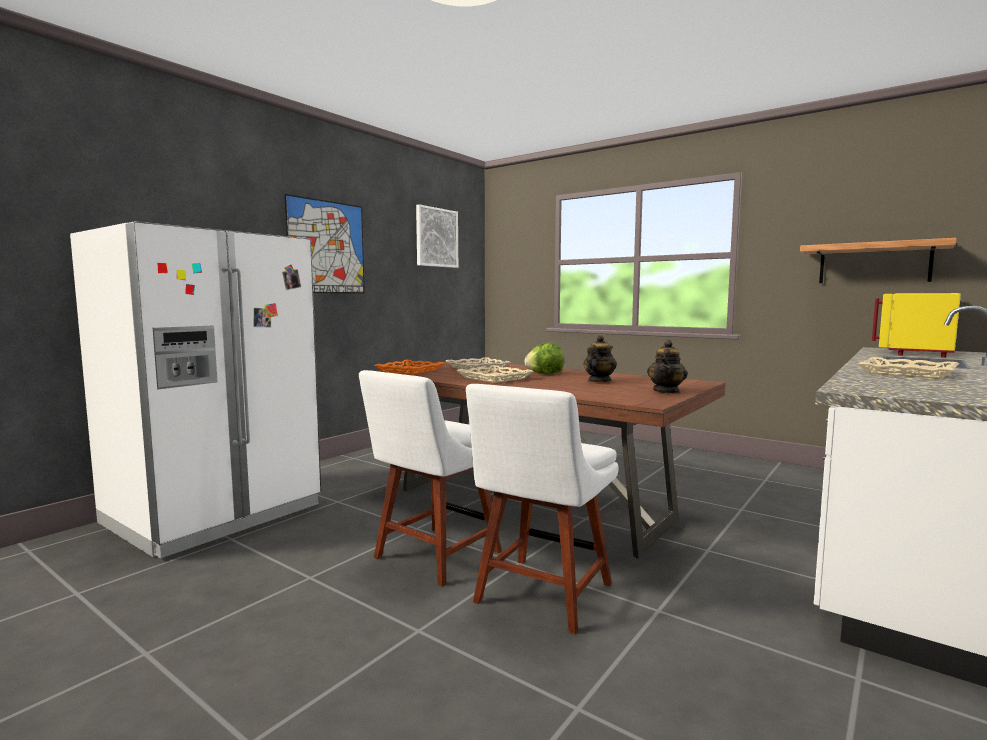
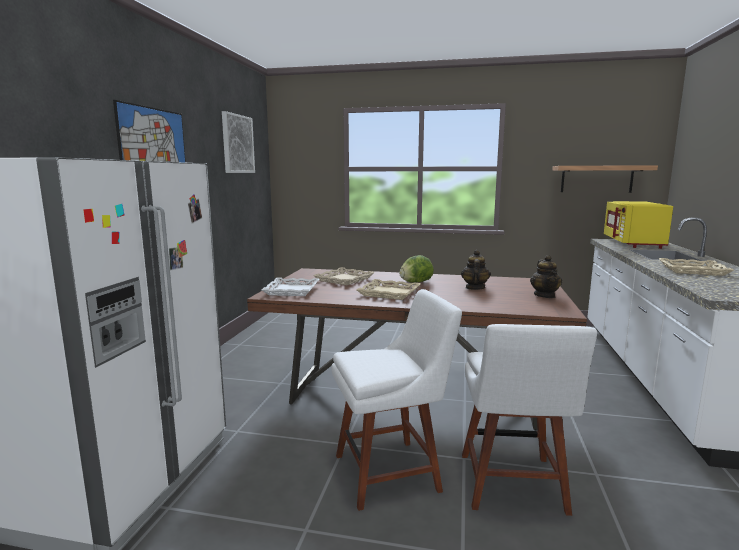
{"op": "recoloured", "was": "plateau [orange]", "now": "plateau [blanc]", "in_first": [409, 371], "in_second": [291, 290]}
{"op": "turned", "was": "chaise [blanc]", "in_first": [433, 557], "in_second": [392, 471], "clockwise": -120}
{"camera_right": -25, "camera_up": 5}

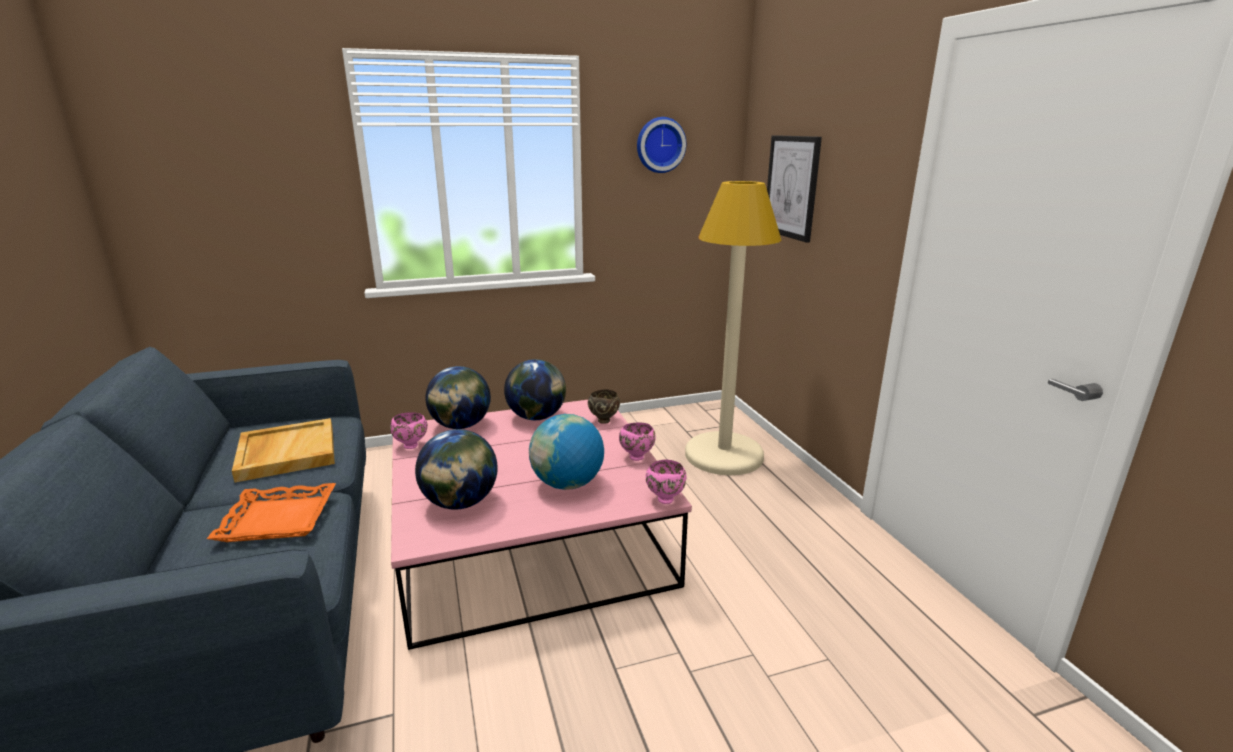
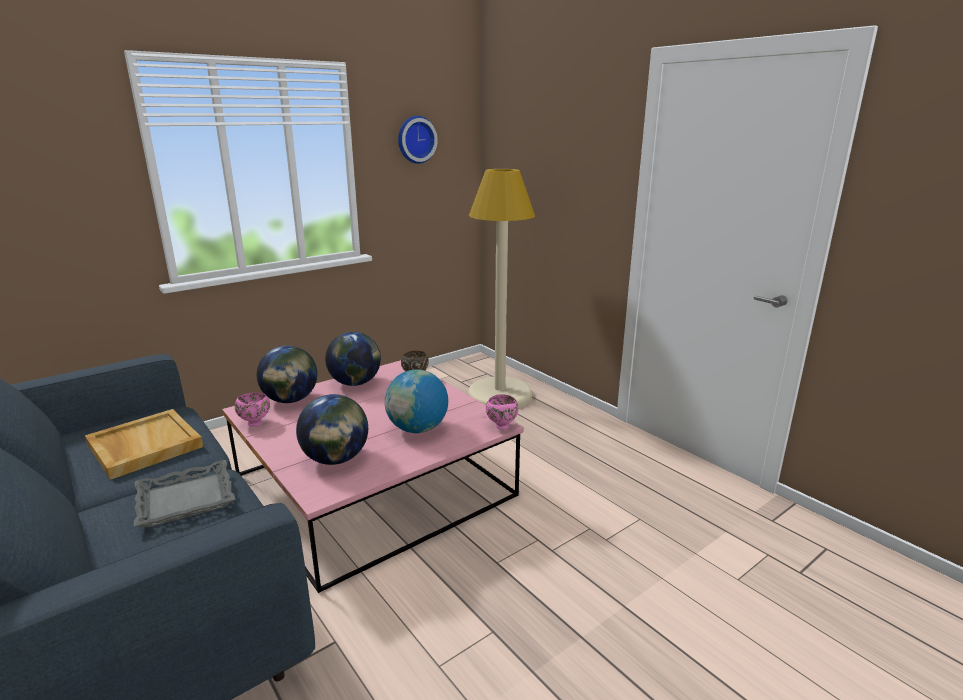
{"op": "removed", "was": "bol [rose]", "in_first": [637, 457]}
{"op": "removed", "was": "tableau", "in_first": [792, 187]}
{"op": "recoloured", "was": "plateau [orange]", "now": "plateau [gris]", "in_first": [279, 519], "in_second": [186, 499]}
{"camera_right": -20, "camera_up": 0}

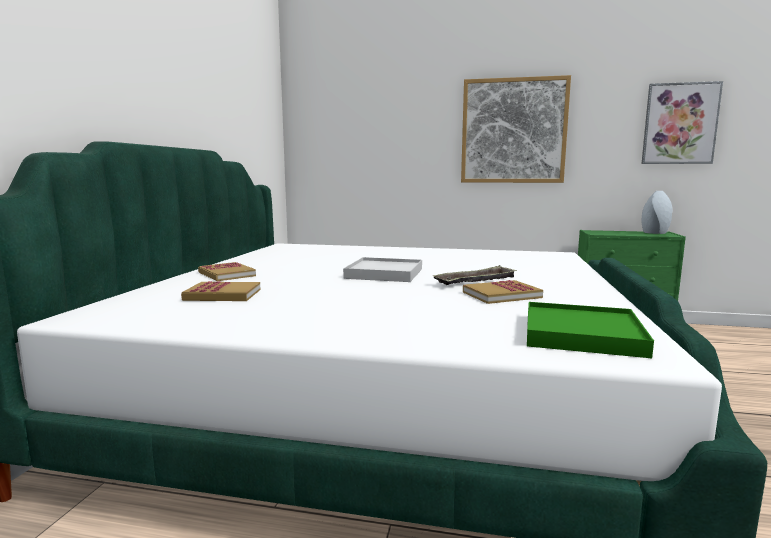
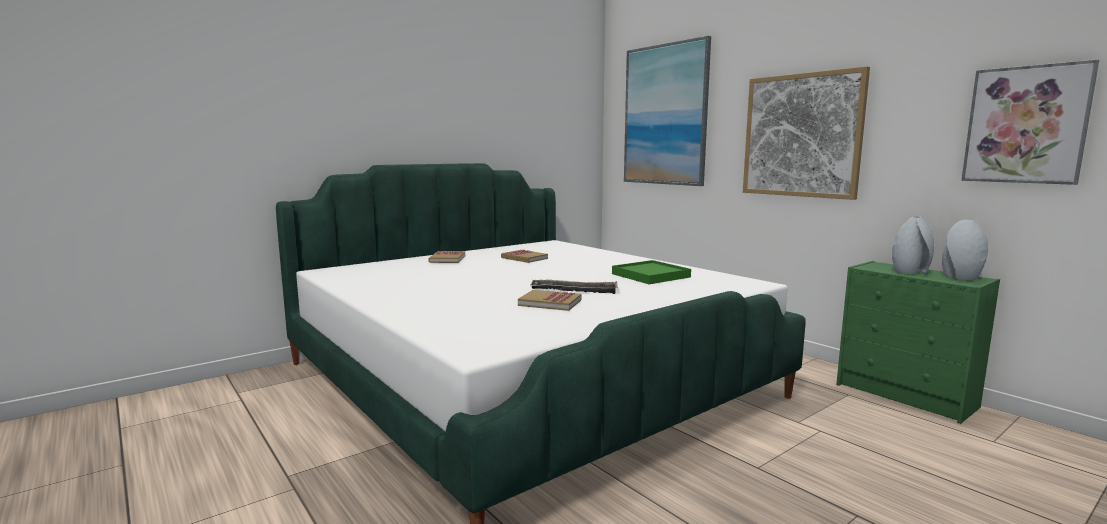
{"op": "removed", "was": "plateau [blanc]", "in_first": [384, 273]}
{"op": "added", "now": "tableau", "in_second": [665, 115]}
{"op": "added", "now": "vase [gris]", "in_second": [911, 272]}
{"op": "moved", "was": "livre", "in_first": [223, 295], "in_second": [524, 258]}
{"op": "moved", "was": "plateau [vert]", "in_first": [582, 334], "in_second": [650, 275]}
{"camera_right": 40, "camera_up": 0}

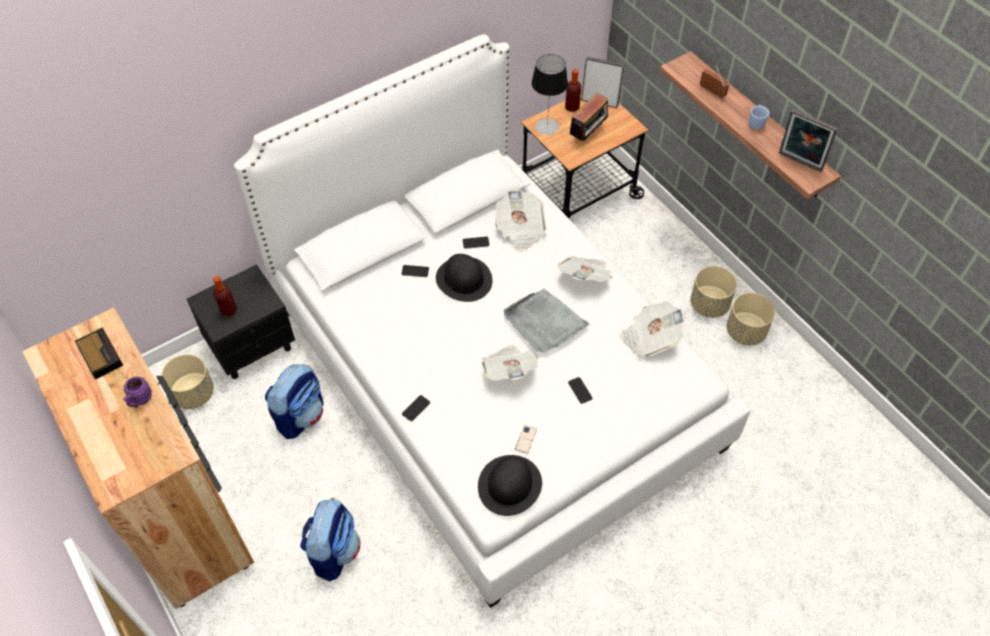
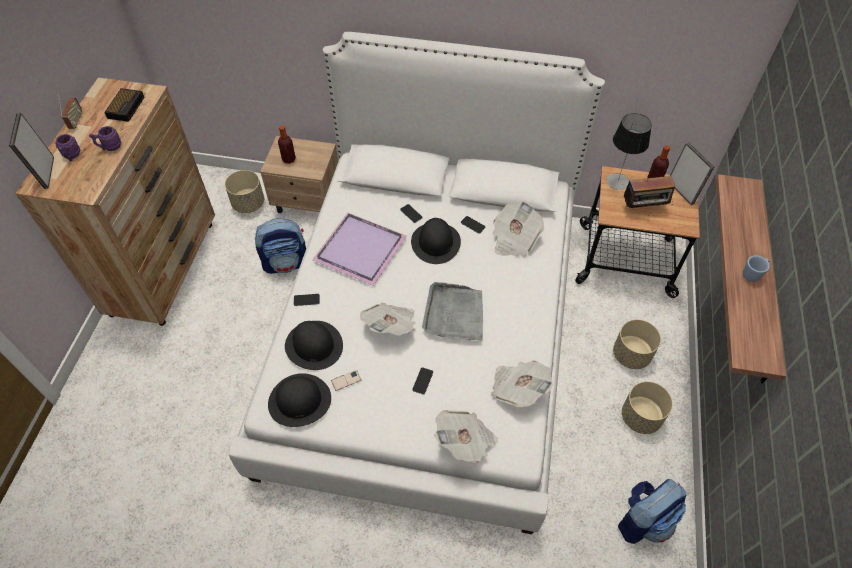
{"op": "added", "now": "mug [violet]", "in_second": [71, 156]}
{"op": "added", "now": "chapeau [noir]", "in_second": [313, 345]}
{"op": "added", "now": "plateau [violet]", "in_second": [362, 249]}
{"op": "moved", "was": "sac à dos", "in_first": [333, 551], "in_second": [643, 520]}
{"op": "moved", "was": "journal", "in_first": [585, 277], "in_second": [465, 441]}
{"op": "moved", "was": "radio", "in_first": [712, 92], "in_second": [76, 121]}
{"op": "moved", "was": "cache-pot [beige]", "in_first": [745, 332], "in_second": [631, 355]}
{"op": "moved", "was": "cadre photo", "in_first": [799, 163], "in_second": [46, 173]}
{"op": "recoloured", "was": "table de chevet [noir]", "now": "table de chevet [beige]", "in_first": [252, 346], "in_second": [308, 201]}
{"camera_right": 45, "camera_up": 0}

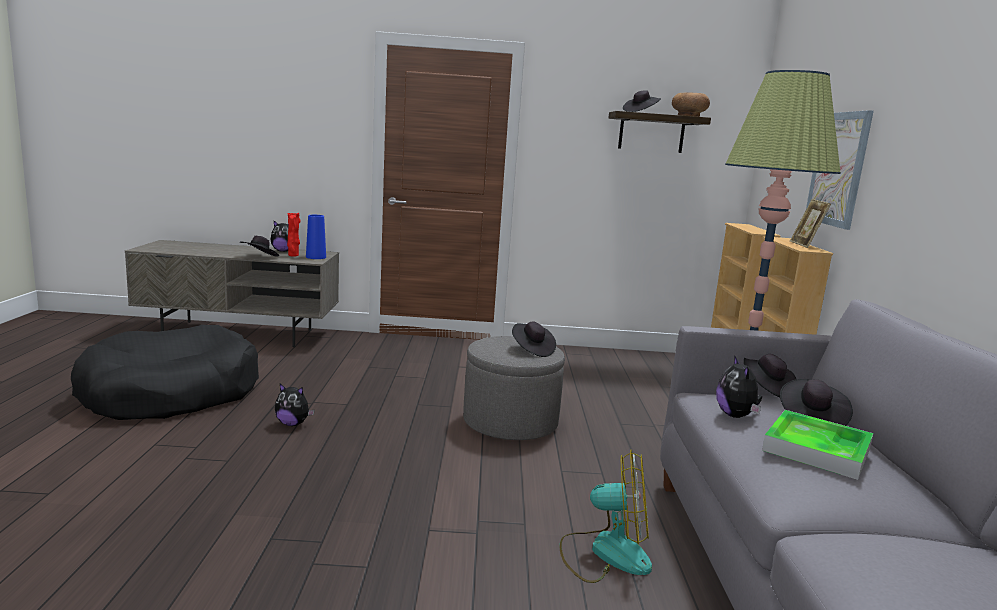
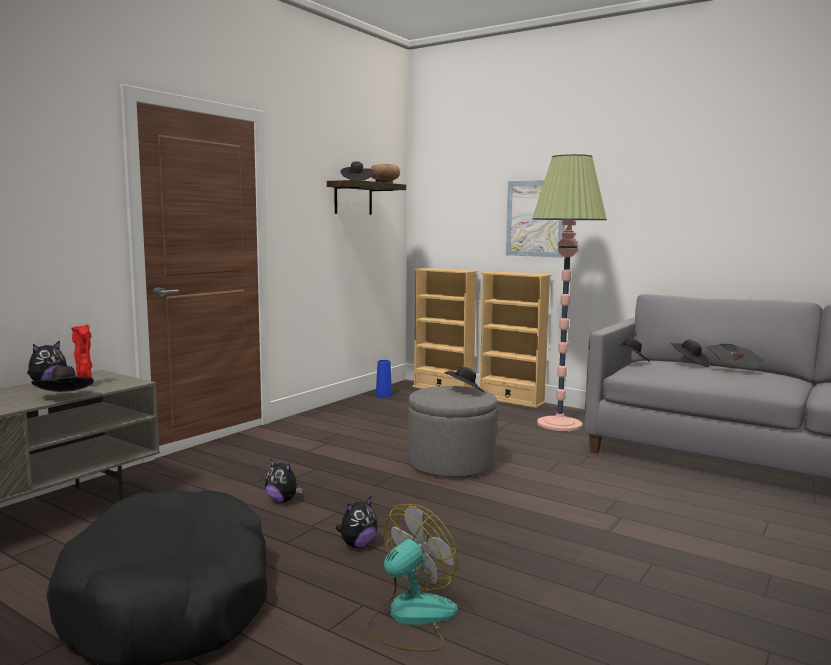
{"op": "removed", "was": "cadre photo", "in_first": [805, 245]}
{"op": "moved", "was": "vase [bleu]", "in_first": [316, 257], "in_second": [383, 395]}
{"op": "moved", "was": "ventilateur", "in_first": [605, 553], "in_second": [410, 618]}
{"op": "moved", "was": "peluche", "in_first": [736, 416], "in_second": [282, 500]}
{"op": "replaced", "was": "plateau", "now": "journal", "in_first": [816, 449], "in_second": [735, 371]}
{"camera_right": -55, "camera_up": -5}

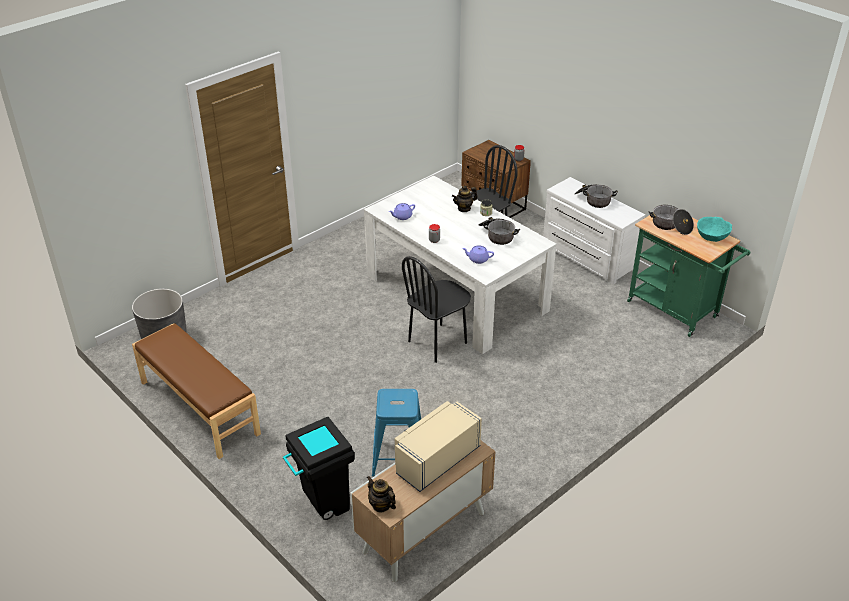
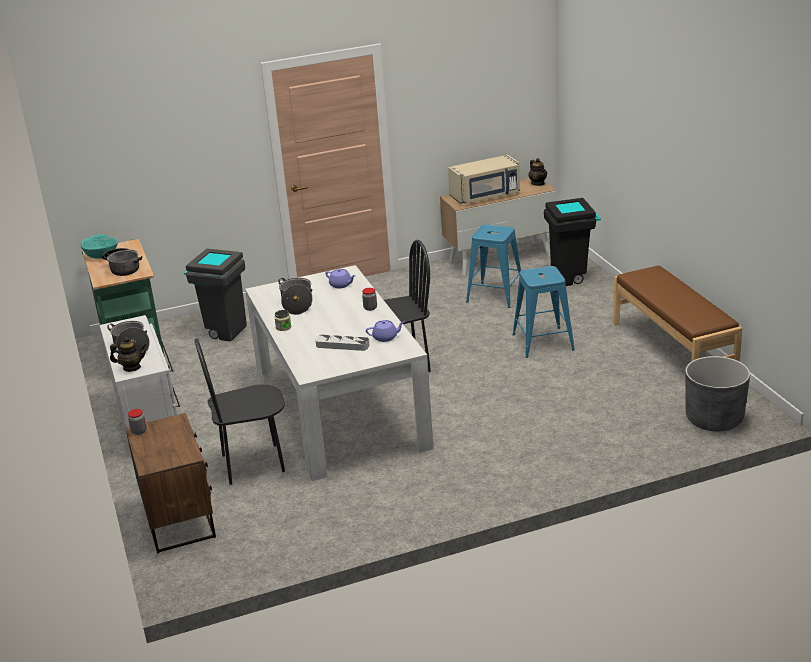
{"op": "added", "now": "poubelle [gris]", "in_second": [223, 332]}
{"op": "added", "now": "plateau [gris]", "in_second": [342, 345]}
{"op": "added", "now": "tabouret [bleu]", "in_second": [542, 342]}
{"op": "moved", "was": "théière", "in_first": [464, 208], "in_second": [131, 368]}
{"camera_right": -155, "camera_up": -10}

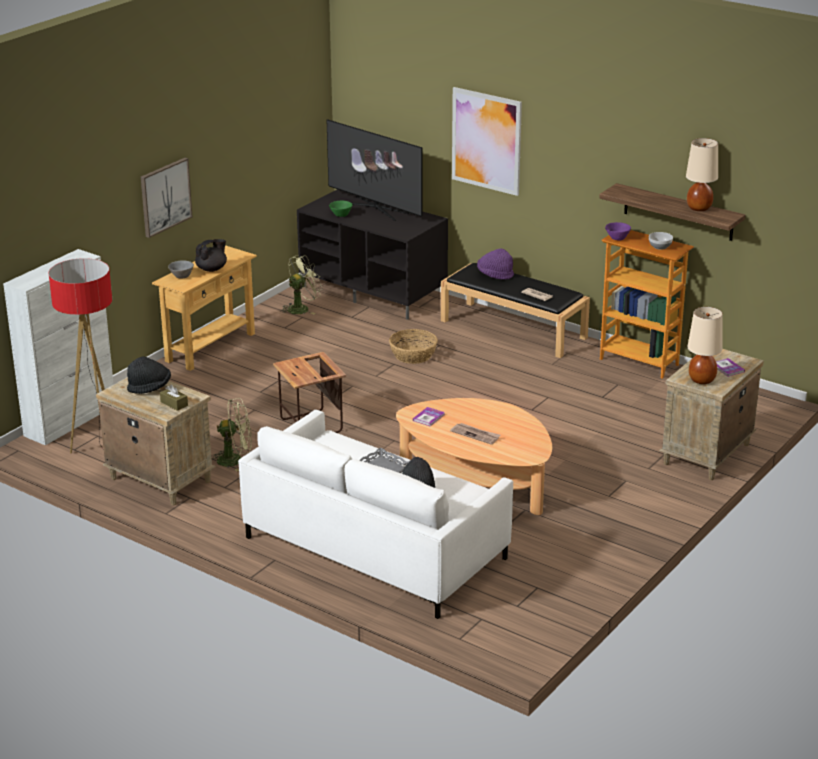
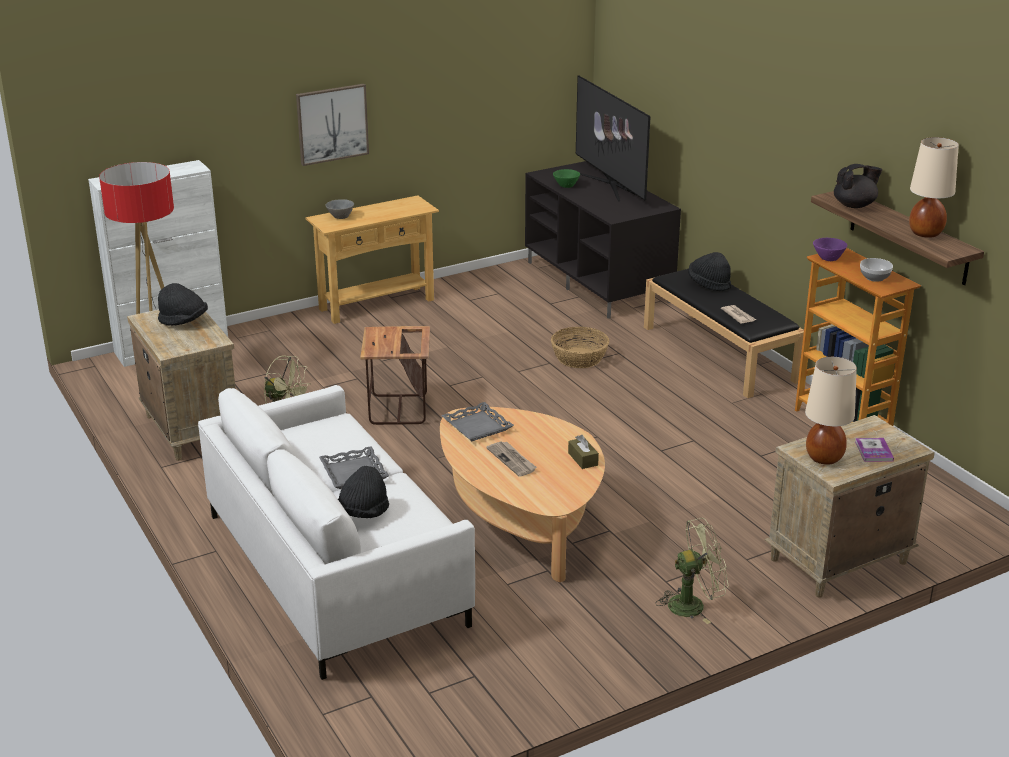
{"op": "removed", "was": "tableau", "in_first": [486, 141]}
{"op": "moved", "was": "boîte à mouchoirs [marron]", "in_first": [174, 404], "in_second": [583, 459]}
{"op": "moved", "was": "théière [noir]", "in_first": [212, 269], "in_second": [855, 205]}
{"op": "moved", "was": "ventilateur [vert]", "in_first": [301, 308], "in_second": [693, 604]}
{"op": "replaced", "was": "livre", "now": "plateau [gris]", "in_first": [428, 417], "in_second": [478, 426]}
{"op": "recoloured", "was": "chapeau [violet]", "now": "chapeau [noir]", "in_first": [495, 275], "in_second": [709, 284]}
{"camera_right": 25, "camera_up": 0}

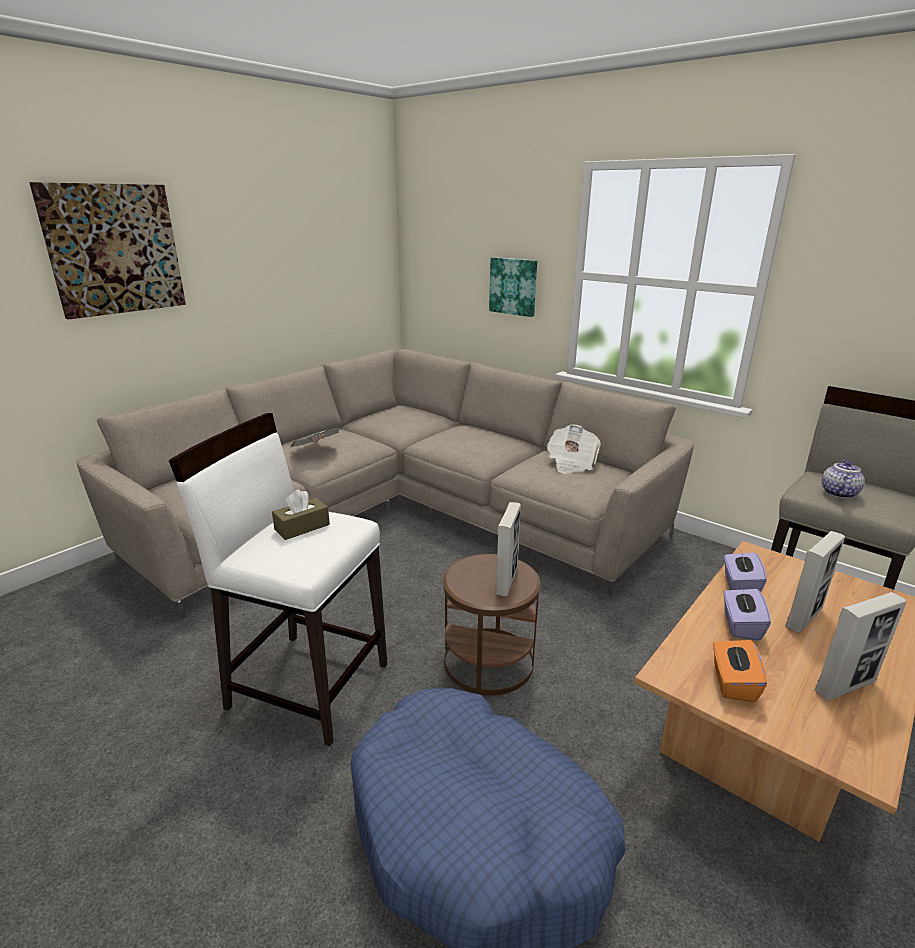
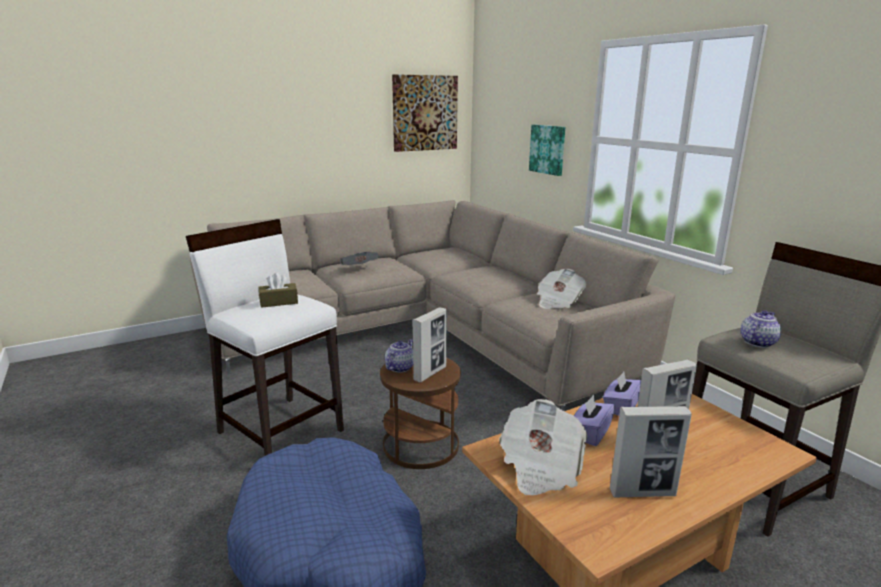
{"op": "added", "now": "théière", "in_second": [400, 367]}
{"op": "moved", "was": "tableau", "in_first": [114, 249], "in_second": [424, 113]}
{"op": "replaced", "was": "boîte à mouchoirs [orange]", "now": "journal", "in_first": [732, 683], "in_second": [540, 467]}
{"camera_right": 20, "camera_up": -5}

